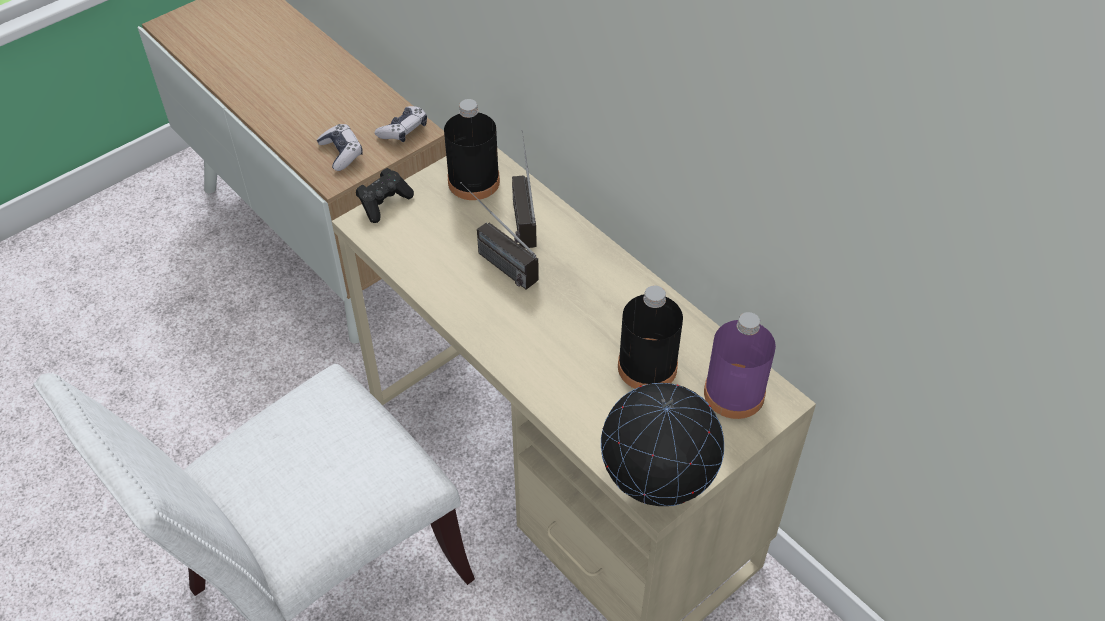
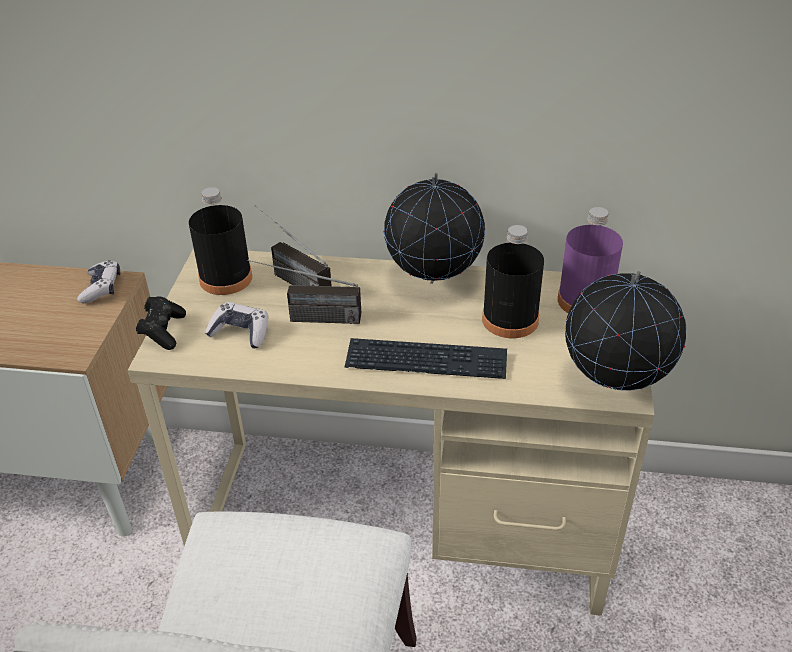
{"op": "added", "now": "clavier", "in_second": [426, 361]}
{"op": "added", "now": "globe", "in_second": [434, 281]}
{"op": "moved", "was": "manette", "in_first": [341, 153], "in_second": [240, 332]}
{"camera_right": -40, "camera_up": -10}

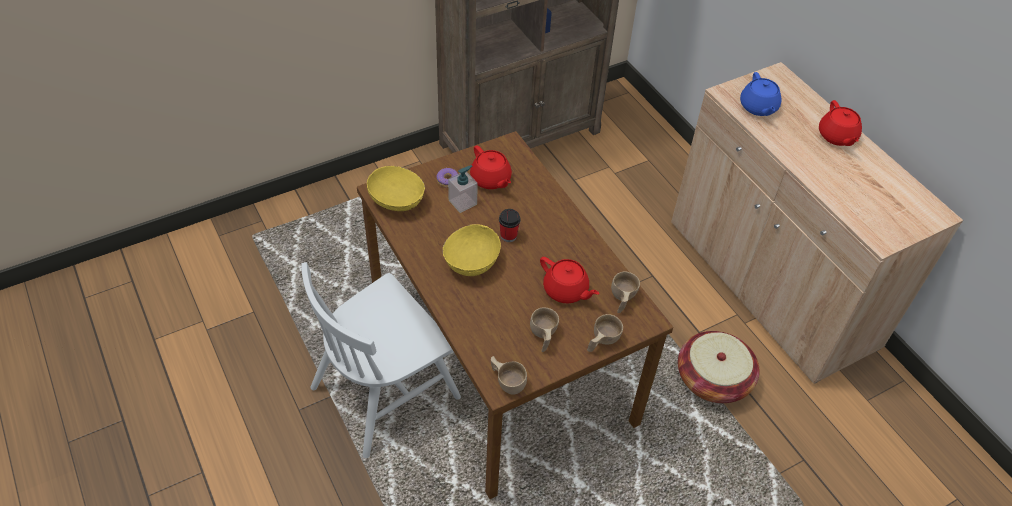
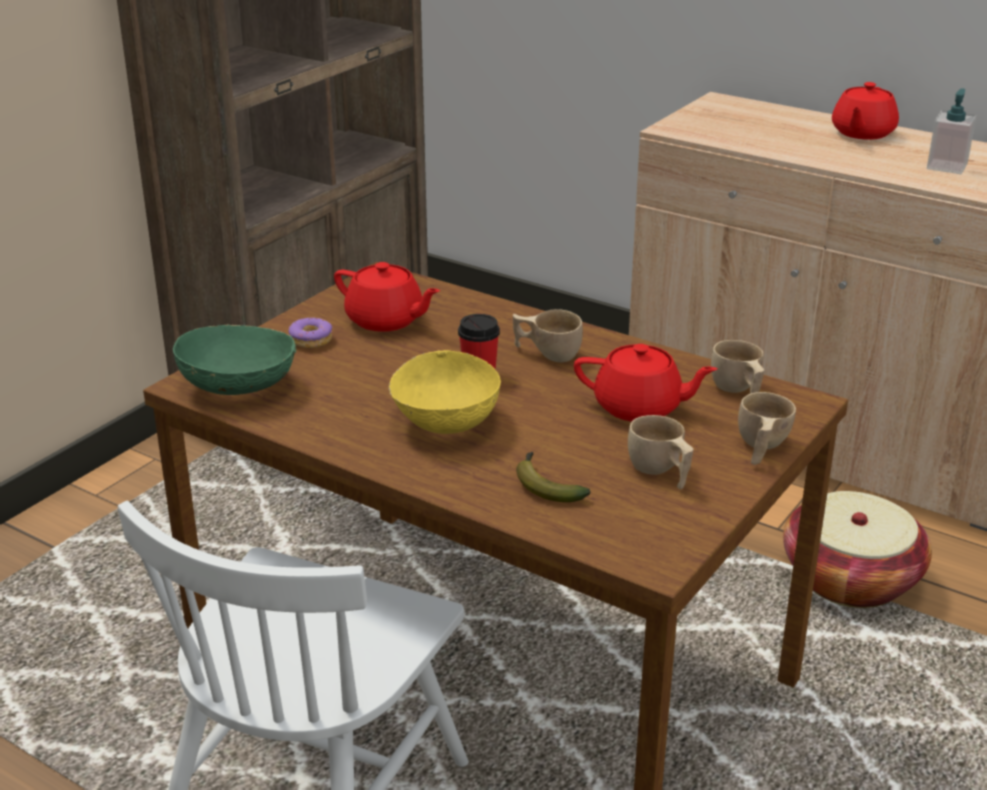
{"op": "removed", "was": "théière [bleu]", "in_first": [758, 107]}
{"op": "added", "now": "banane", "in_second": [546, 485]}
{"op": "moved", "was": "distributeur de savon", "in_first": [463, 202], "in_second": [947, 166]}
{"op": "moved", "was": "tasse [beige]", "in_first": [507, 381], "in_second": [547, 353]}
{"op": "recoloured", "was": "bol [jaune]", "now": "bol [vert]", "in_first": [397, 201], "in_second": [239, 386]}
{"op": "turned", "was": "théière [rouge]", "in_first": [837, 137], "in_second": [862, 133], "clockwise": 60}
{"camera_right": -25, "camera_up": -20}

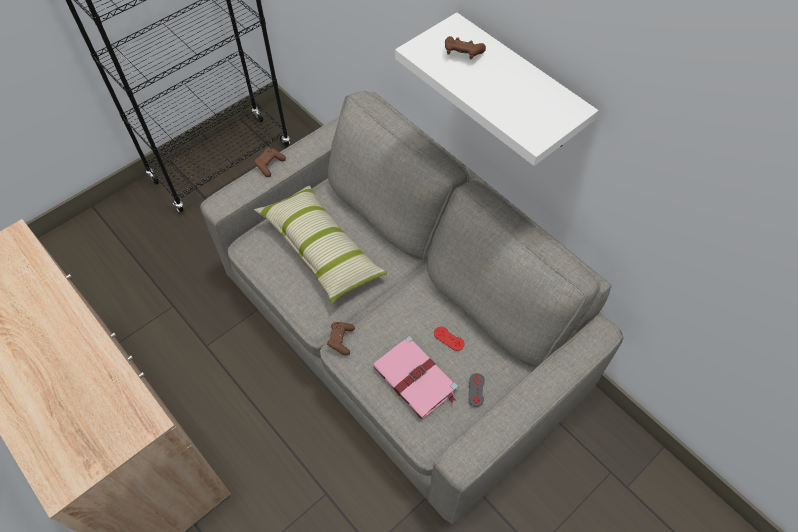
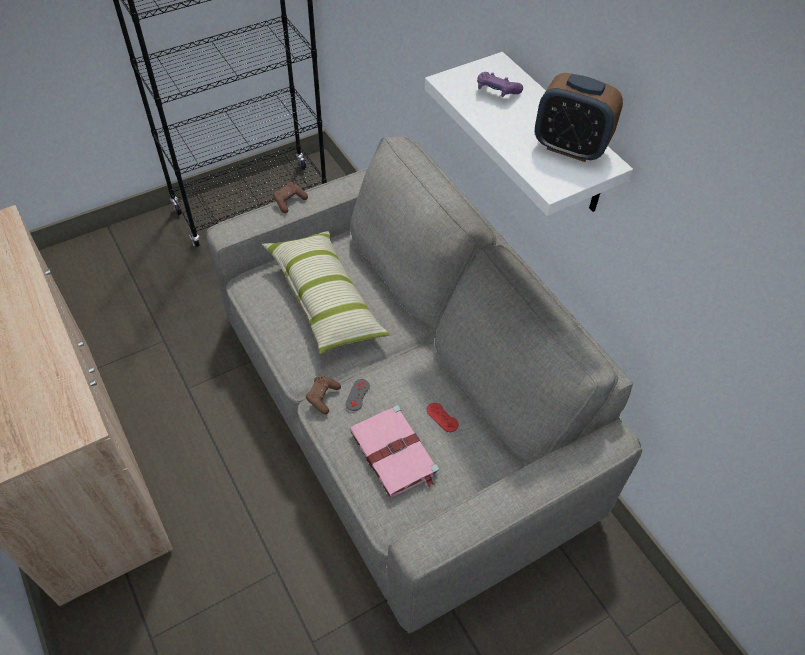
{"op": "added", "now": "réveil", "in_second": [570, 148]}
{"op": "moved", "was": "manette [gris]", "in_first": [476, 390], "in_second": [357, 395]}
{"op": "recoloured", "was": "manette [marron]", "now": "manette [violet]", "in_first": [462, 54], "in_second": [496, 92]}
{"camera_right": 10, "camera_up": -5}

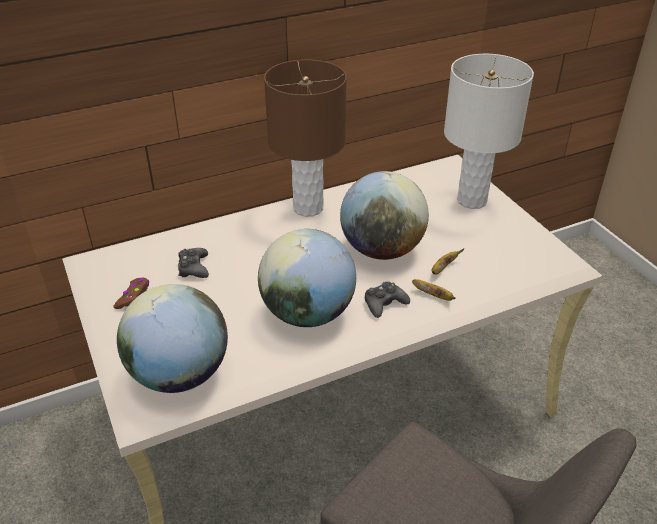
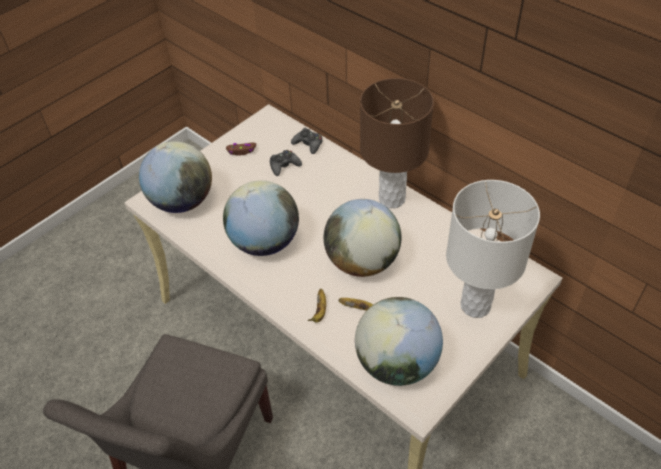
{"op": "added", "now": "globe", "in_second": [396, 363]}
{"op": "moved", "was": "manette [noir]", "in_first": [384, 303], "in_second": [308, 144]}
{"camera_right": 70, "camera_up": 10}

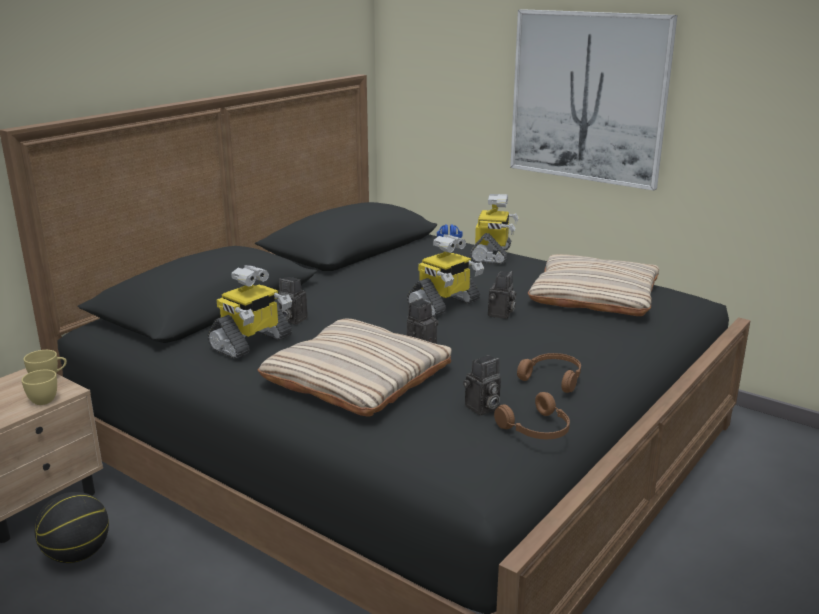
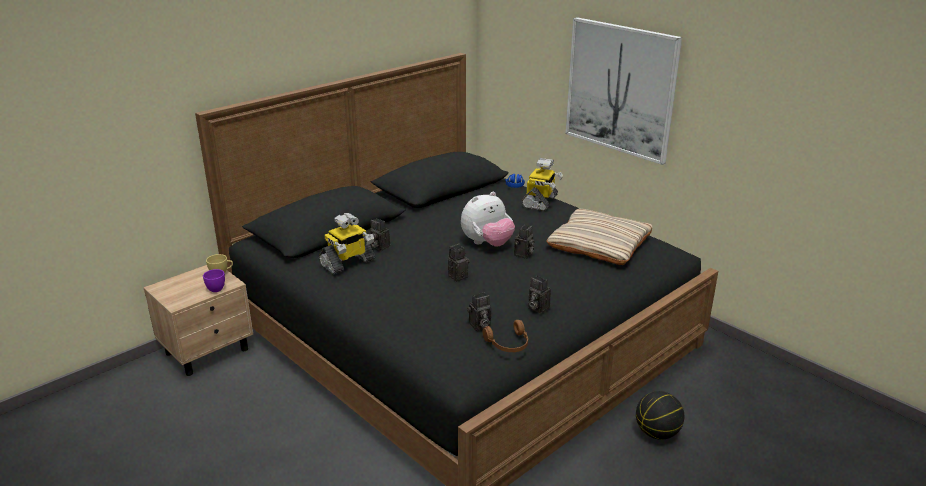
{"op": "removed", "was": "coussin [beige]", "in_first": [357, 377]}
{"op": "moved", "was": "ballon de basket", "in_first": [78, 554], "in_second": [657, 433]}
{"op": "replaced", "was": "robot jouet", "now": "peluche", "in_first": [444, 305], "in_second": [487, 244]}
{"op": "replaced", "was": "casque audio [marron]", "now": "appareil photo", "in_first": [553, 378], "in_second": [537, 308]}
{"op": "recoloured", "was": "tasse [jaune]", "now": "tasse [violet]", "in_first": [42, 399], "in_second": [215, 288]}
{"camera_right": 10, "camera_up": 5}

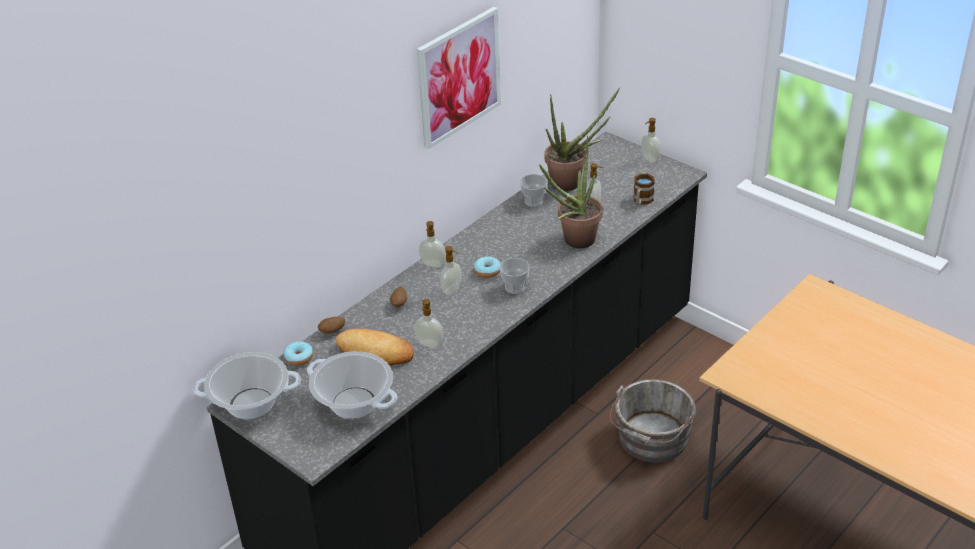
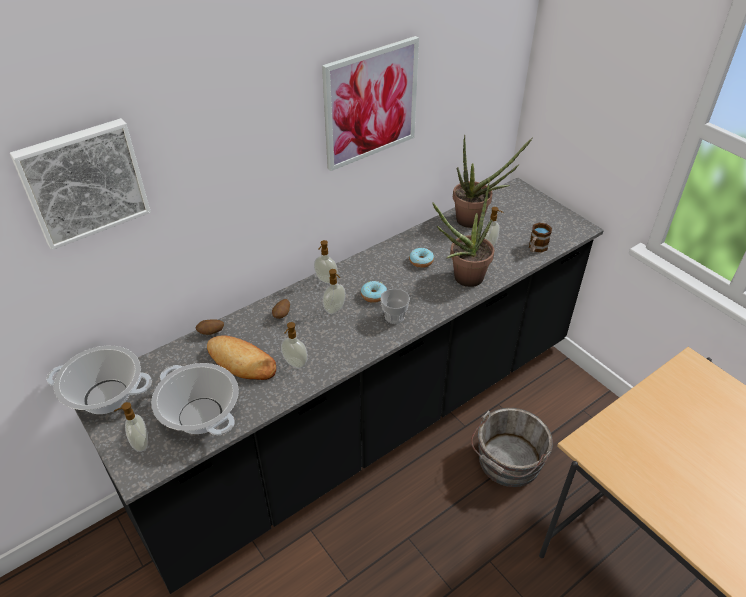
{"op": "removed", "was": "tasse", "in_first": [533, 201]}
{"op": "added", "now": "tableau", "in_second": [83, 182]}
{"op": "moved", "was": "beignet", "in_first": [299, 358], "in_second": [421, 261]}
{"op": "moved", "was": "distributeur de savon", "in_first": [649, 159], "in_second": [140, 443]}
{"camera_right": 10, "camera_up": 5}

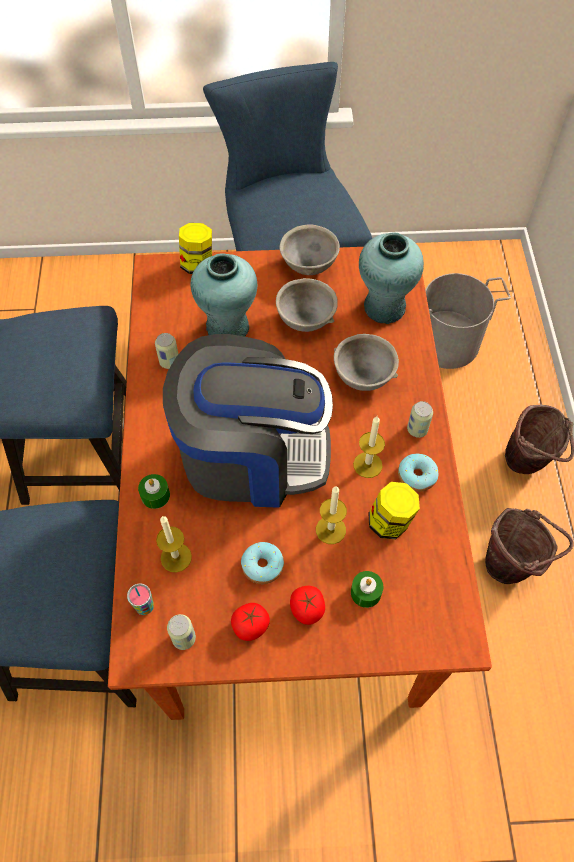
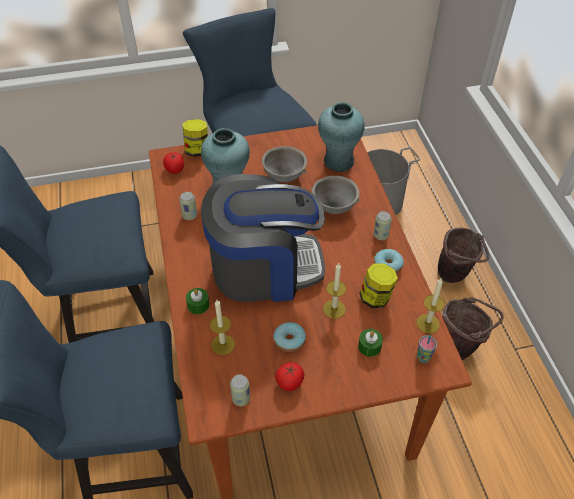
{"op": "removed", "was": "bol [gris]", "in_first": [308, 266]}
{"op": "moved", "was": "tasse", "in_first": [145, 607], "in_second": [423, 358]}
{"op": "moved", "was": "tomate", "in_first": [307, 609], "in_second": [175, 169]}
{"op": "moved", "was": "bougie", "in_first": [367, 465], "in_second": [428, 323]}
{"camera_right": -10, "camera_up": -10}

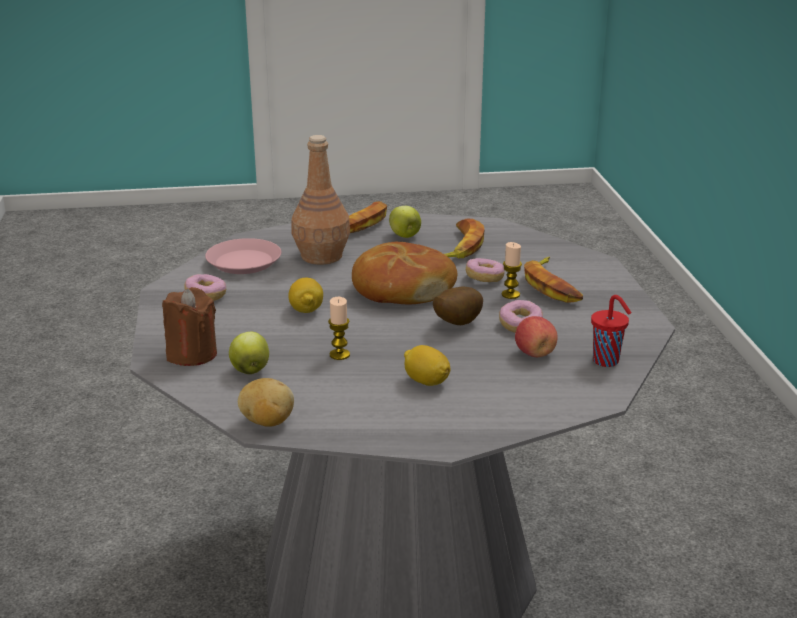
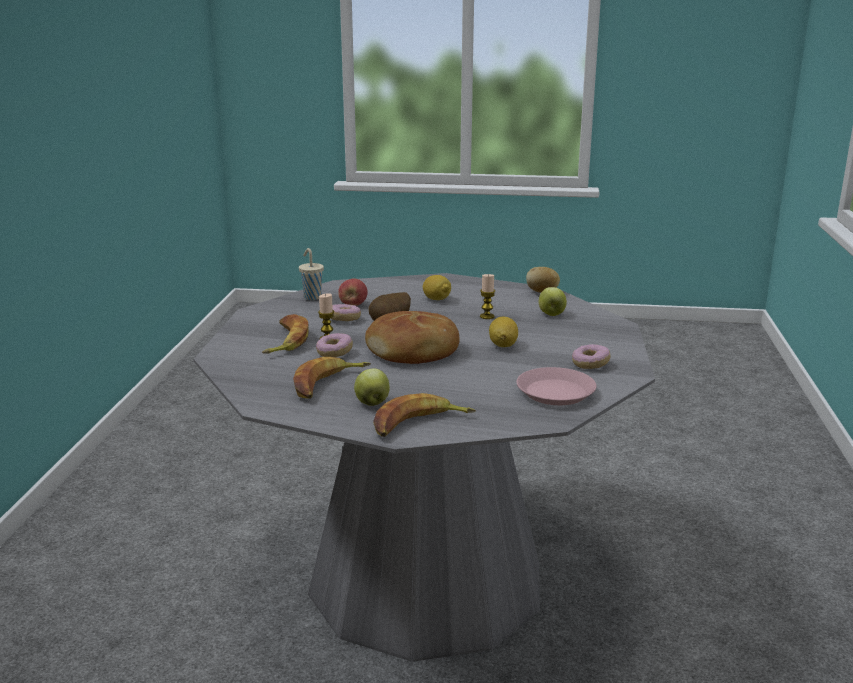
{"op": "removed", "was": "bougie [marron]", "in_first": [192, 354]}
{"op": "removed", "was": "bouteille [marron]", "in_first": [321, 256]}
{"op": "recoloured", "was": "tasse [rouge]", "now": "tasse [beige]", "in_first": [607, 362], "in_second": [312, 297]}
{"camera_right": -165, "camera_up": -5}

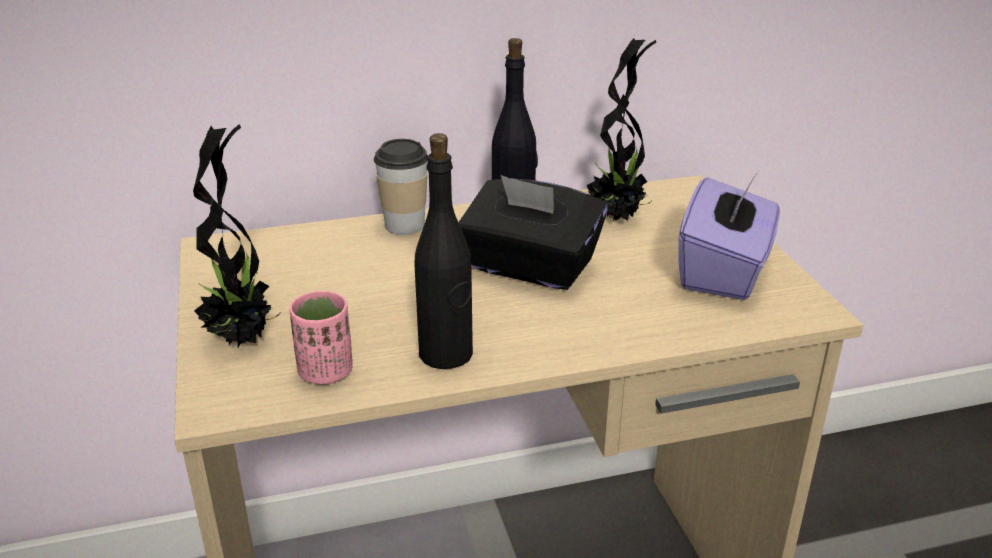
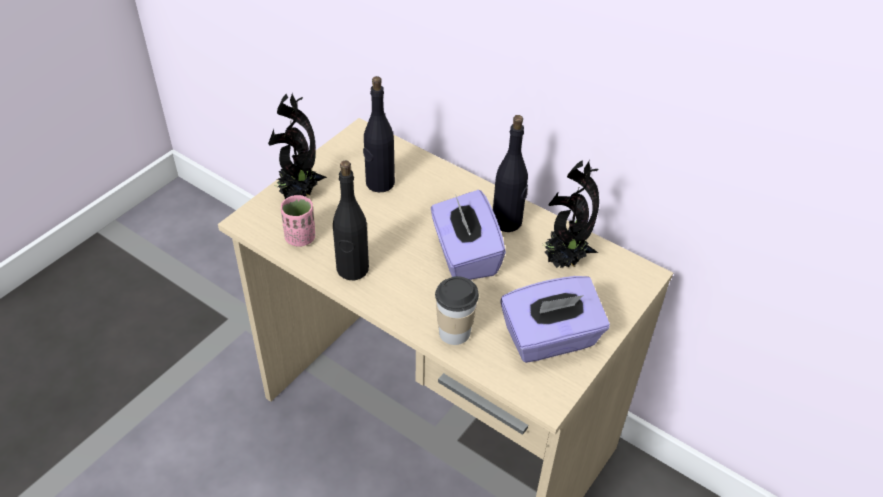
{"op": "added", "now": "bouteille [noir]", "in_second": [379, 183]}
{"op": "moved", "was": "tasse", "in_first": [404, 225], "in_second": [454, 332]}
{"op": "recoloured", "was": "boîte à mouchoirs [noir]", "now": "boîte à mouchoirs [violet]", "in_first": [530, 268], "in_second": [464, 255]}
{"camera_right": 50, "camera_up": 15}

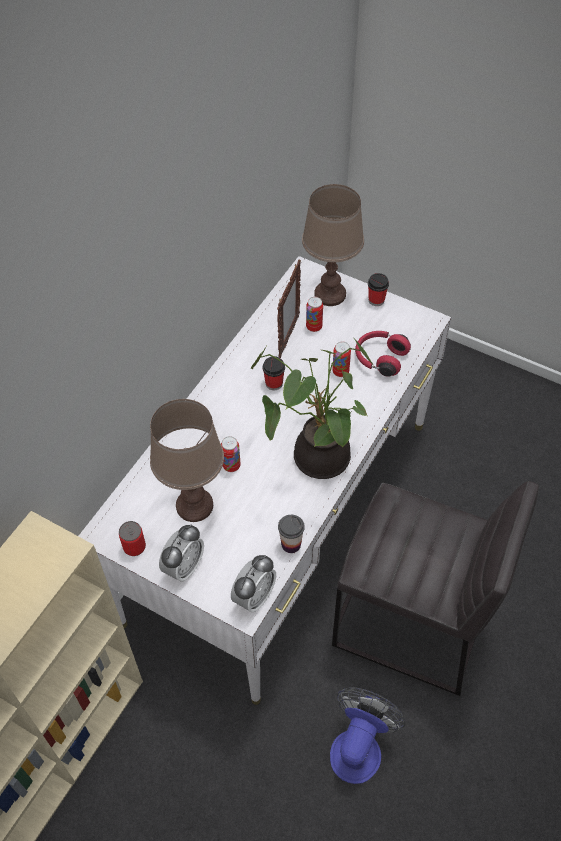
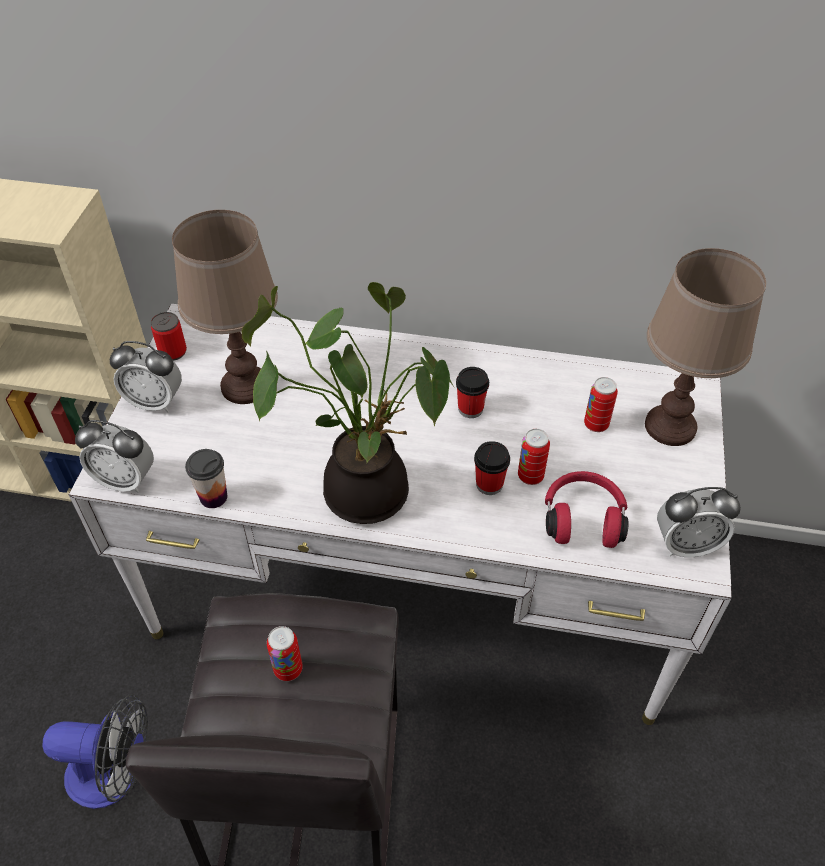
{"op": "removed", "was": "cadre photo", "in_first": [288, 337]}
{"op": "added", "now": "réveil", "in_second": [686, 545]}
{"op": "moved", "was": "boîte métallique", "in_first": [231, 466], "in_second": [288, 669]}
{"op": "moved", "was": "tasse", "in_first": [376, 300], "in_second": [489, 484]}
{"camera_right": 70, "camera_up": -5}

